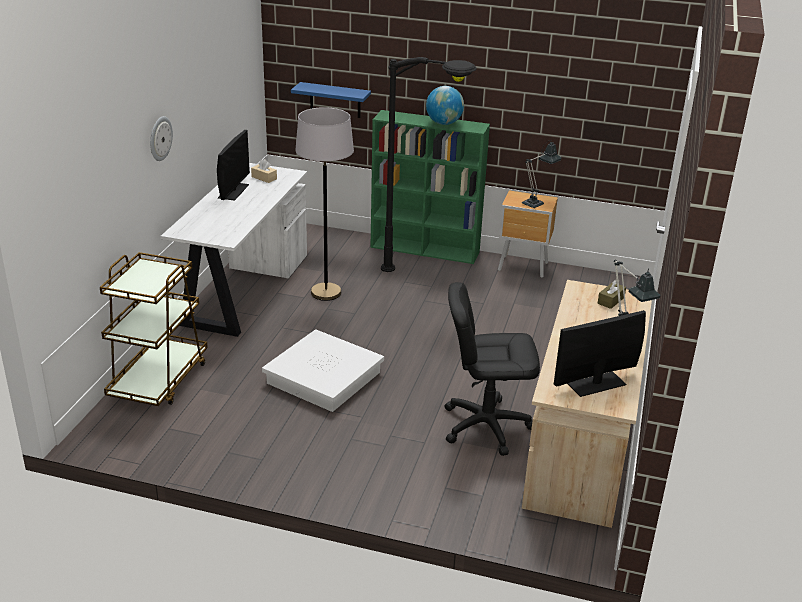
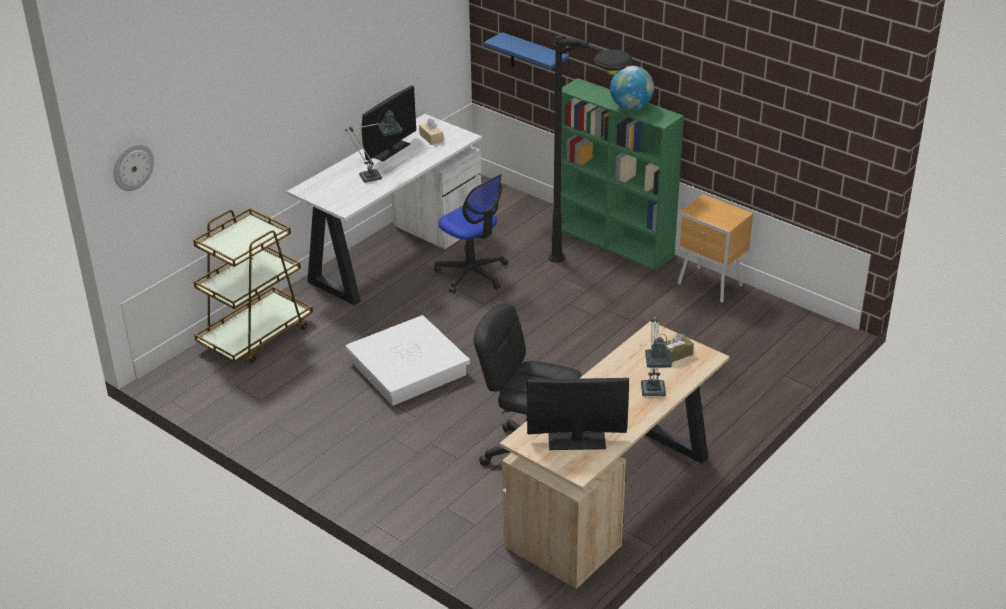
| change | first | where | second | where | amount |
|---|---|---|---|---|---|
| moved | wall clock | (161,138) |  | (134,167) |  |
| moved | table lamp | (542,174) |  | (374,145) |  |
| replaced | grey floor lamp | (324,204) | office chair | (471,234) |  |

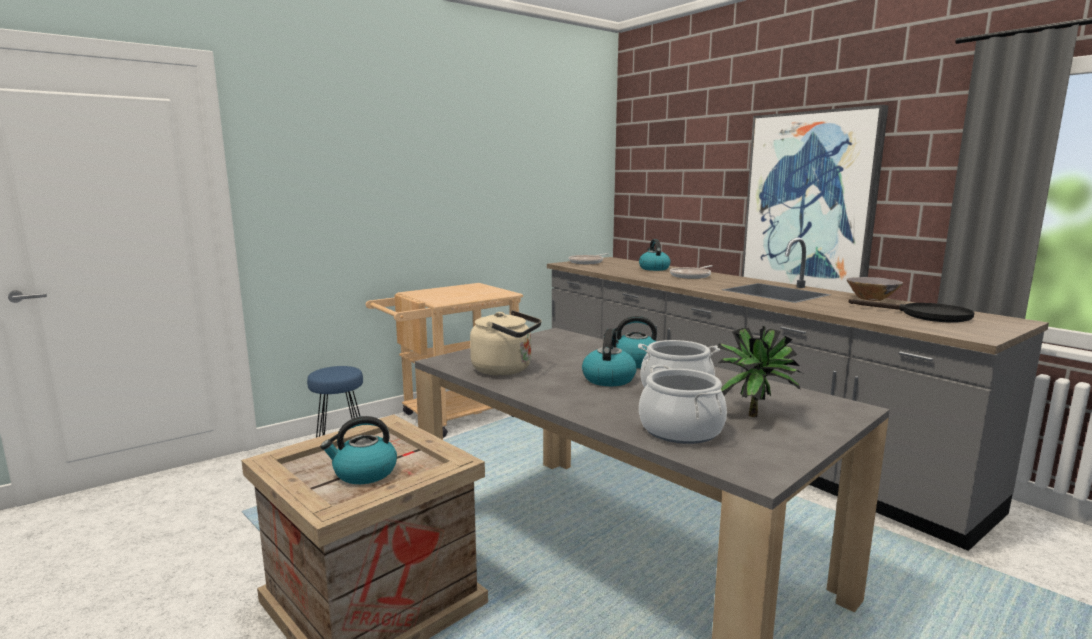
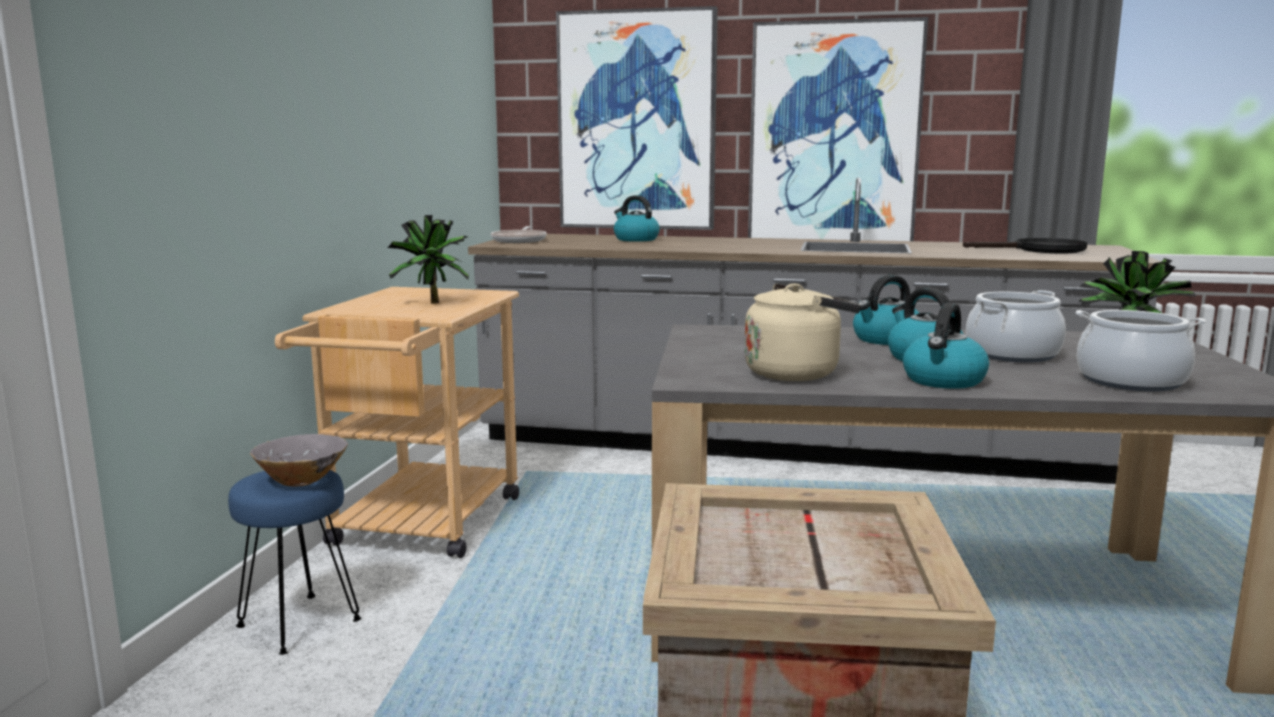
| change | first | where | second | where | amount |
|---|---|---|---|---|---|
| removed | frying pan | (691,272) |  |  |  |
| added |  |  | potted plant | (428,259) |  |
| added |  |  | picture | (637,118) |  |
| moved | kettle | (358,450) |  | (946,346) |  |
| moved | grey bowl | (875,289) |  | (299,460) |  |

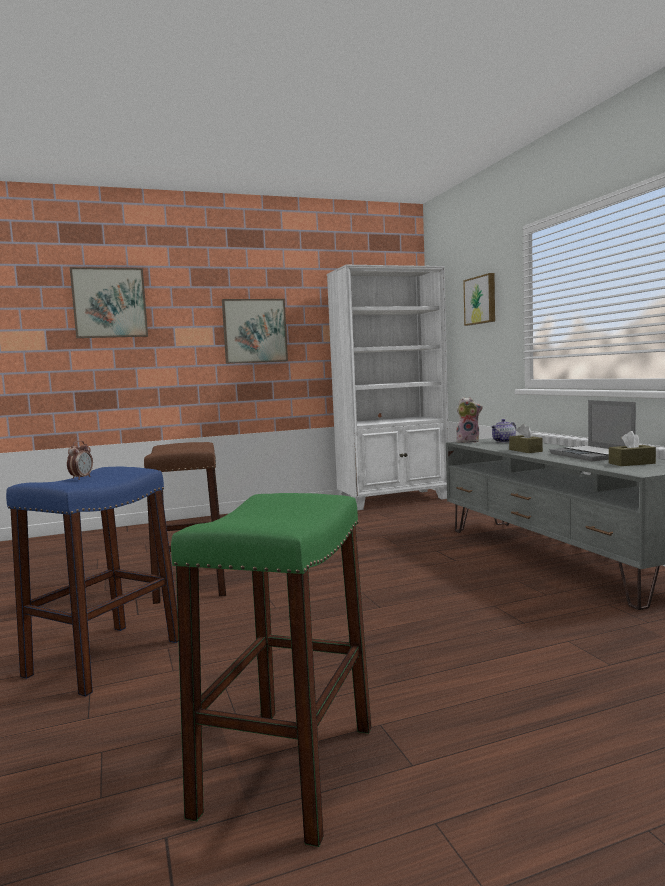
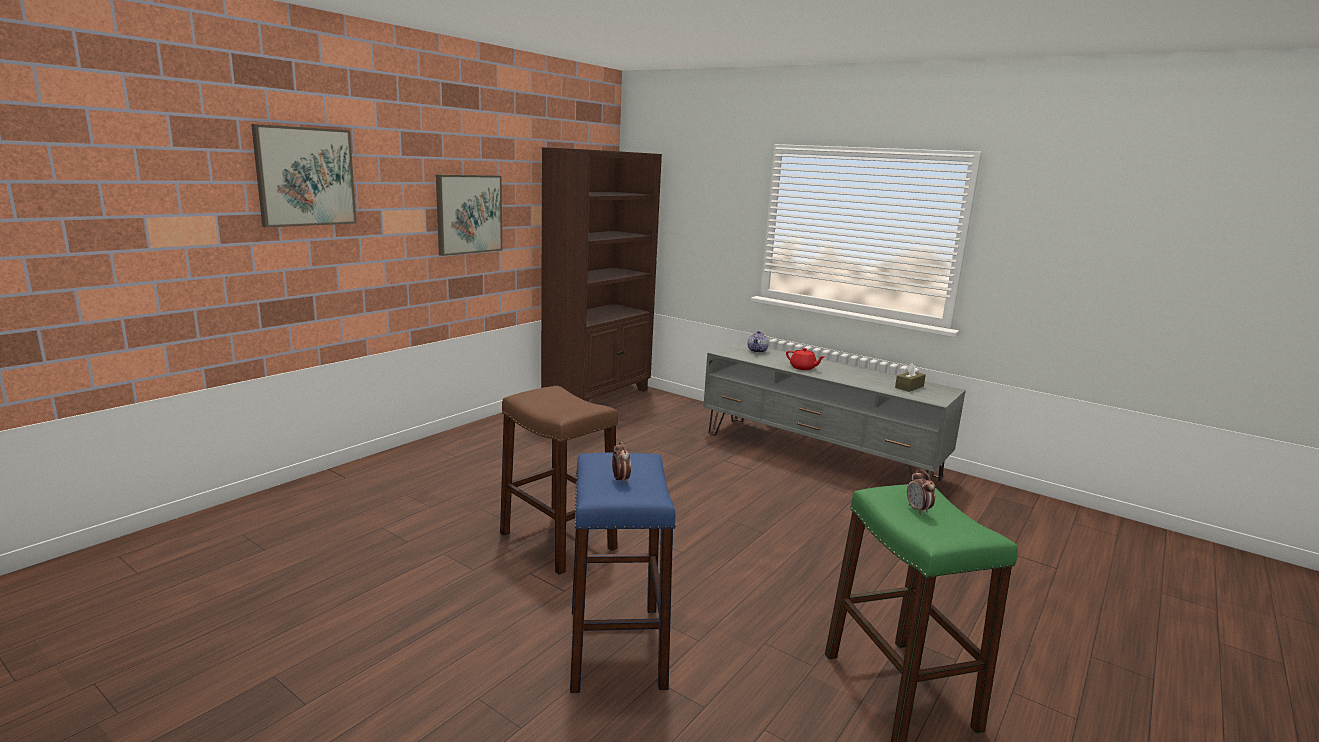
| change | first | where | second | where | amount |
|---|---|---|---|---|---|
| removed | plush toy | (469,420) |  |  |  |
| removed | picture | (479,299) |  |  |  |
| removed | laptop | (592,430) |  |  |  |
| added |  |  | alarm clock | (921,492) |  |
| replaced | brown tissue box | (526,438) | red teapot | (805,359) |  |
| recoloured | white bookcase | (388,387) | brown bookcase | (601,274) |  |

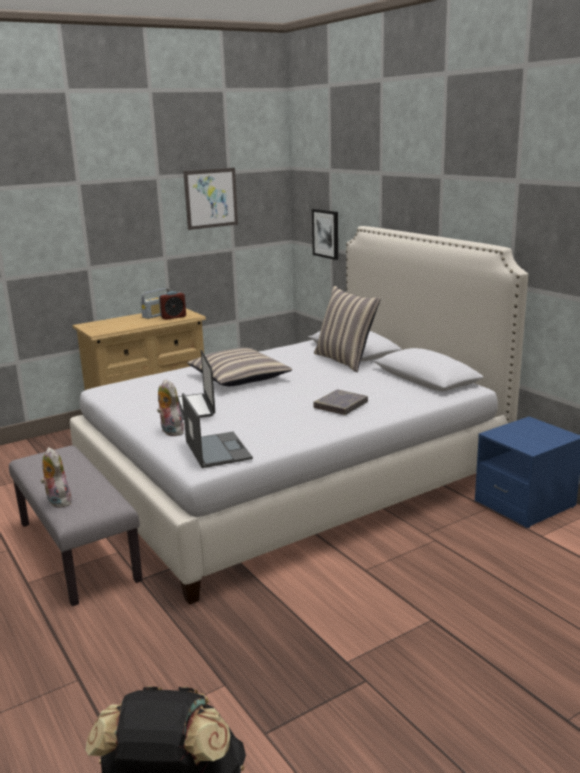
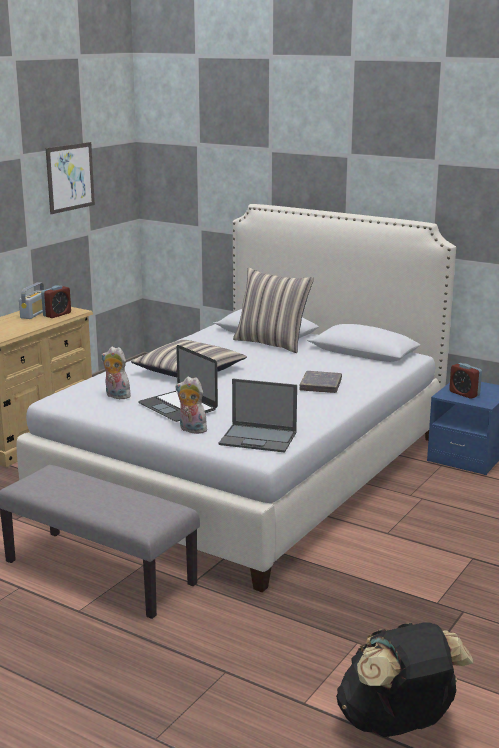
| change | first | where | second | where | amount |
|---|---|---|---|---|---|
| removed | picture | (325,234) |  |  |  |
| added |  |  | alarm clock | (465,381) |  |
| moved | plush toy | (55,477) |  | (116,372) |  |
| turned | laptop | (217,430) |  | (257,416) | 150 degrees clockwise |

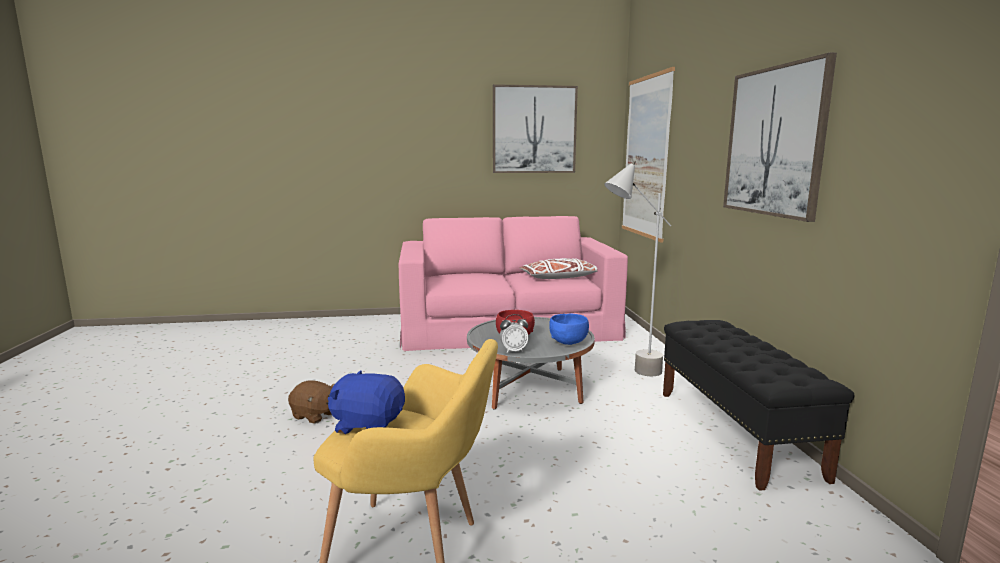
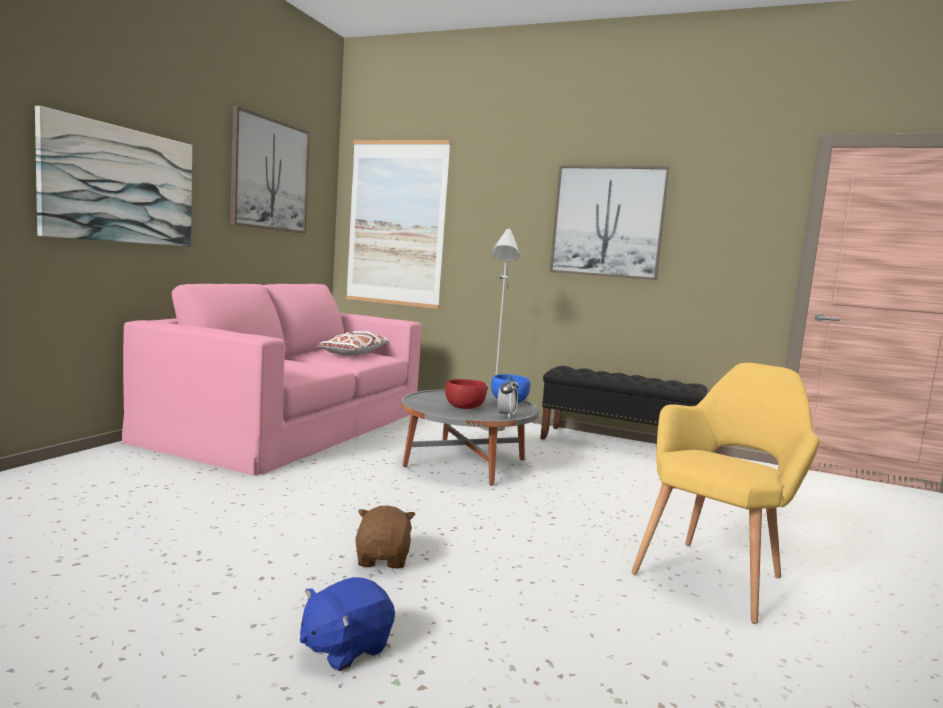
| change | first | where | second | where | amount |
|---|---|---|---|---|---|
| added |  |  | picture | (113,176) |  |
| moved | blue plush toy | (366,402) |  | (347,624) |  |
| turned | brown plush toy | (311,402) |  | (385,536) | 60 degrees counterclockwise |

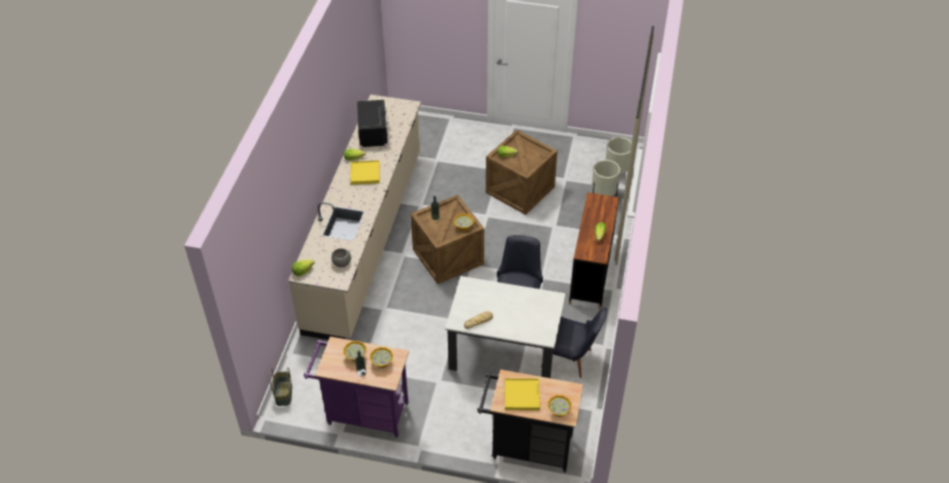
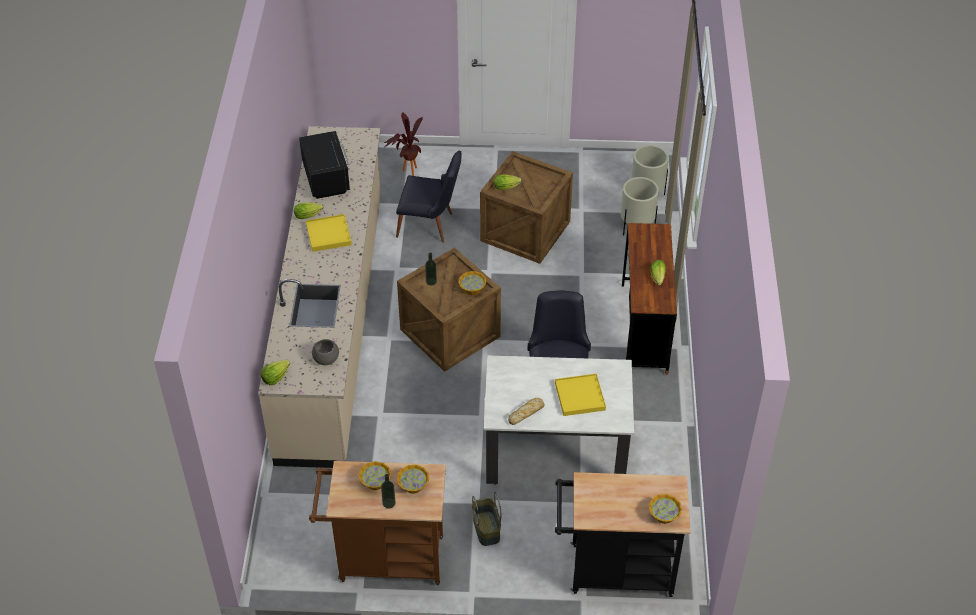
| change | first | where | second | where | amount |
|---|---|---|---|---|---|
| added |  |  | potted plant | (403,144) |  |
| moved | basket | (281,386) |  | (487,518) |  |
| moved | yellow tray | (522,394) |  | (580,395) |  |
| moved | black chair | (574,342) |  | (429,197) |  |
| recoloured | purple cart | (356,387) | brown cart | (377,523) |  |

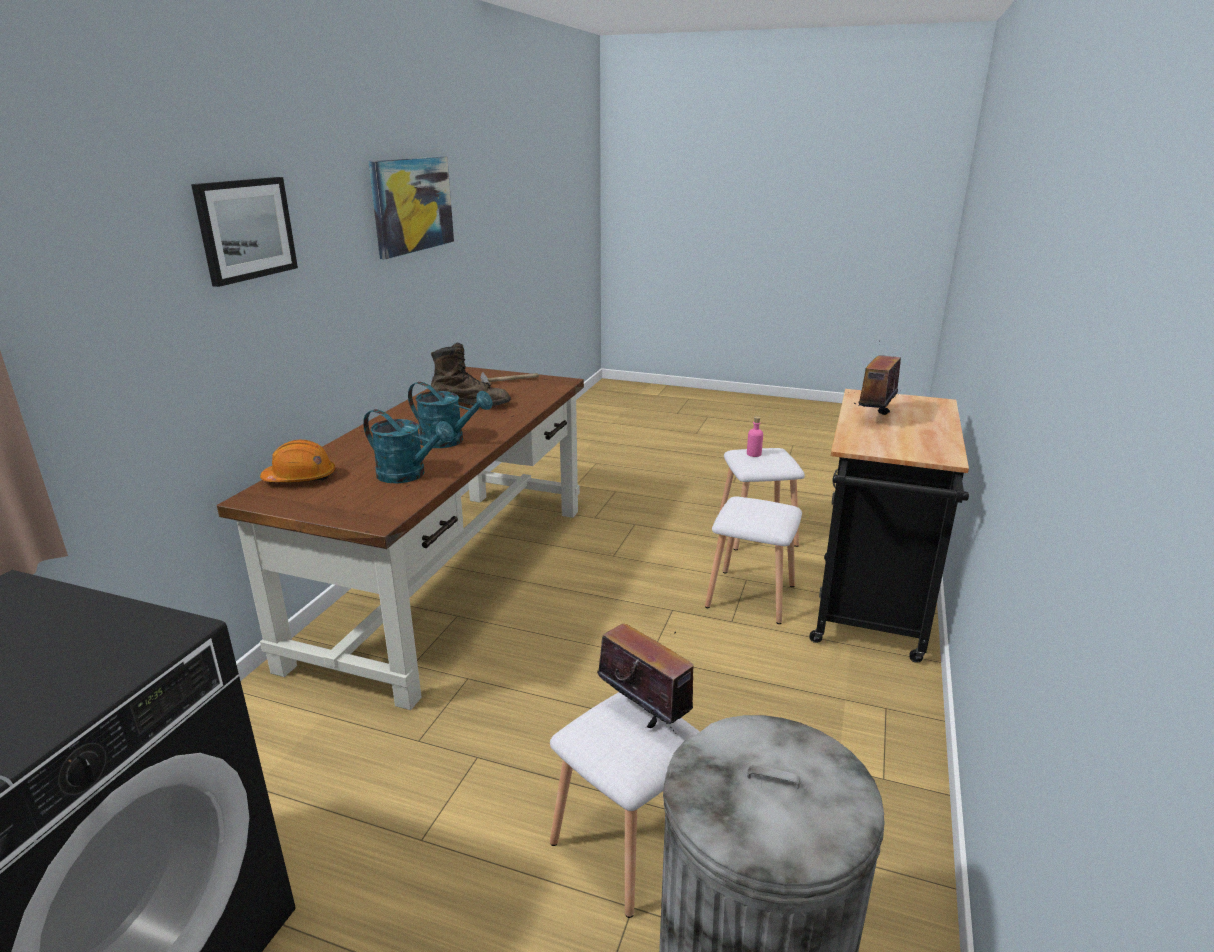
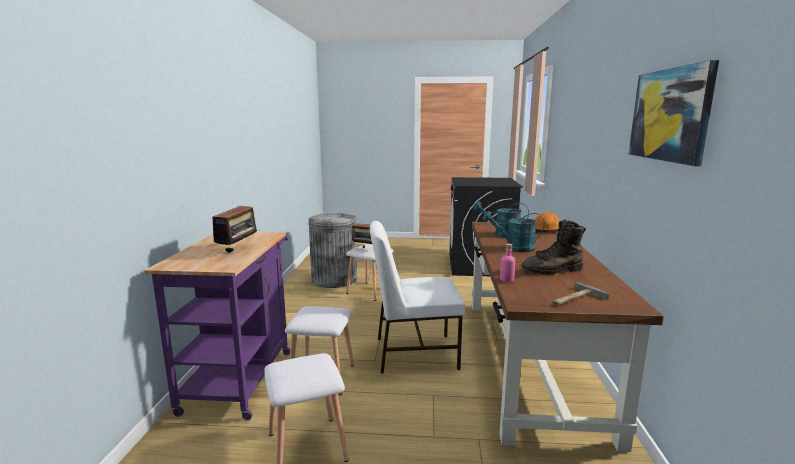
| change | first | where | second | where | amount |
|---|---|---|---|---|---|
| removed | picture | (244,232) |  |  |  |
| added |  |  | white chair | (417,297) |  |
| moved | pink bottle | (755,436) |  | (507,263) |  |
| recoloured | black cart | (889,526) | purple cart | (217,326) |  |

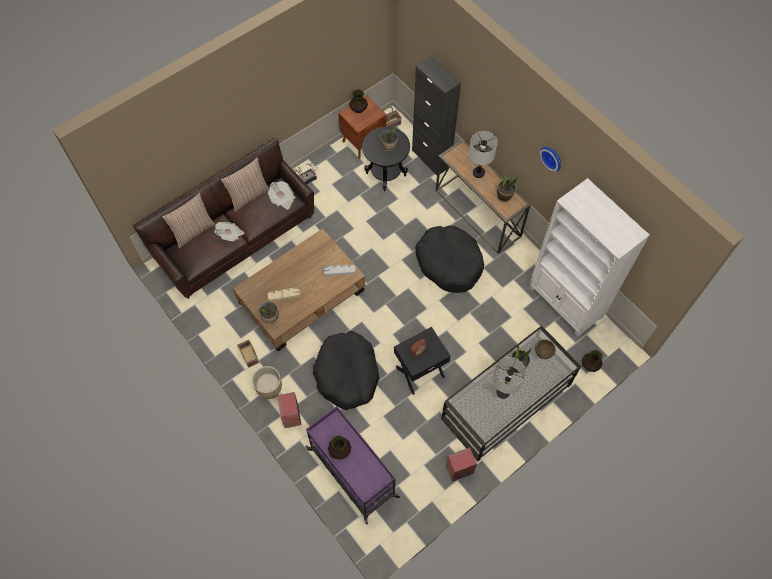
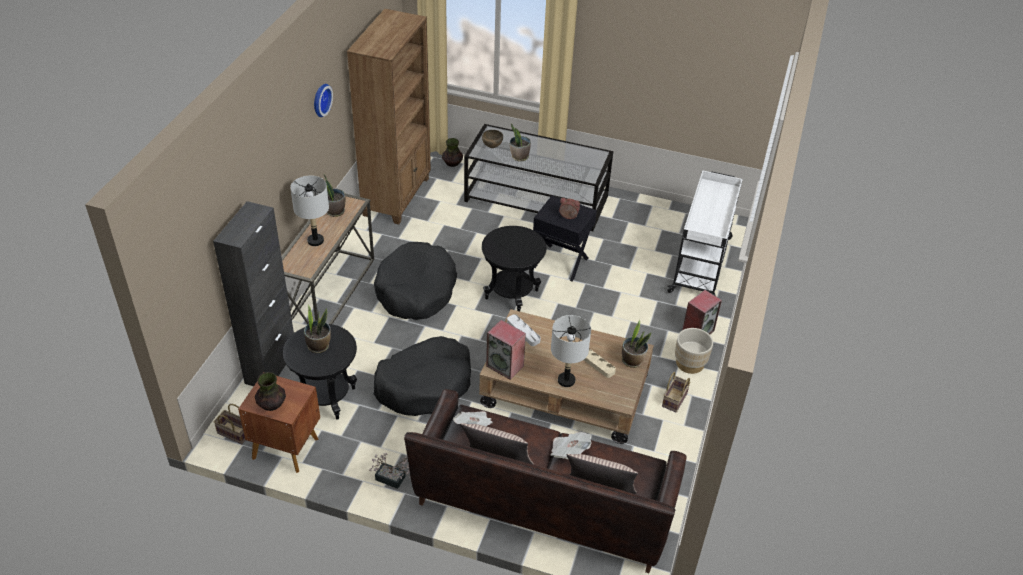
| change | first | where | second | where | amount |
|---|---|---|---|---|---|
| removed | vase | (339,447) |  |  |  |
| added |  |  | black side table | (514,268) |  |
| moved | black dog bed | (346,370) |  | (422,376) |  |
| moved | speaker | (461,464) |  | (506,350) |  |
| moved | grey table lamp | (509,378) |  | (571,351) |  |
| recoloured | purple cart | (352,465) | white cart | (705,233) |  |
| recoloured | white bookcase | (589,257) | brown bookcase | (389,116) |  |

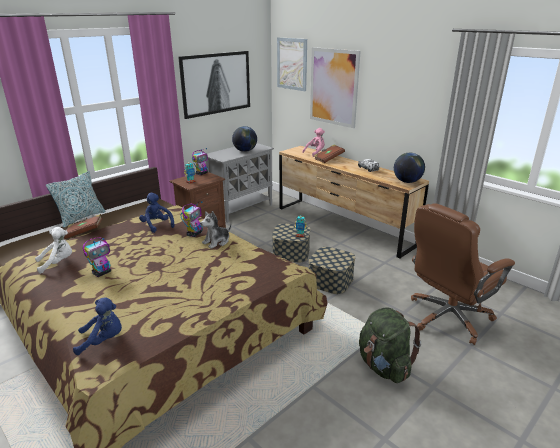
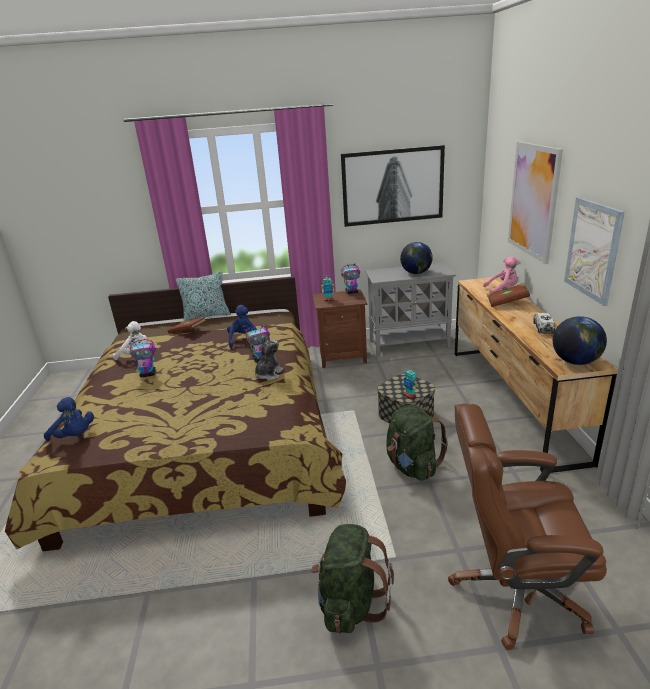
| change | first | where | second | where | amount |
|---|---|---|---|---|---|
| moved | picture | (292,64) |  | (594,251) |  |
| replaced | storage box | (331,270) | green backpack | (417,443) |  |
| turned | plush toy | (215,229) |  | (269,358) | 120 degrees clockwise |

